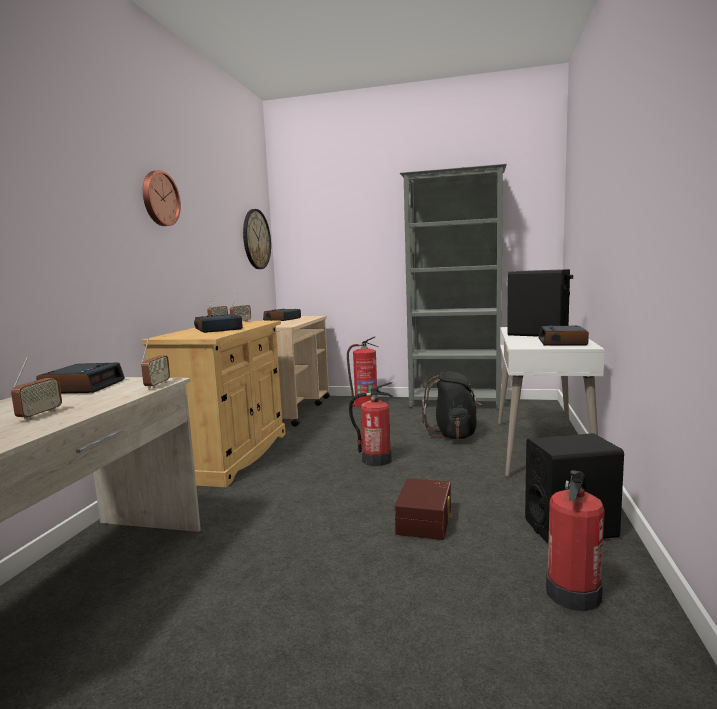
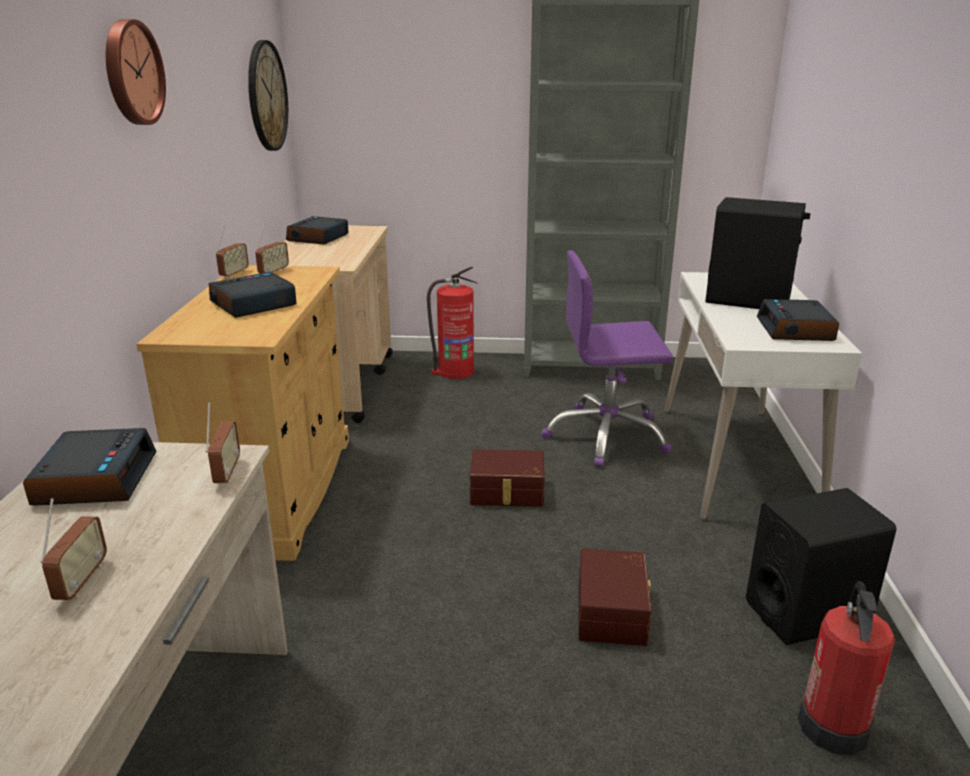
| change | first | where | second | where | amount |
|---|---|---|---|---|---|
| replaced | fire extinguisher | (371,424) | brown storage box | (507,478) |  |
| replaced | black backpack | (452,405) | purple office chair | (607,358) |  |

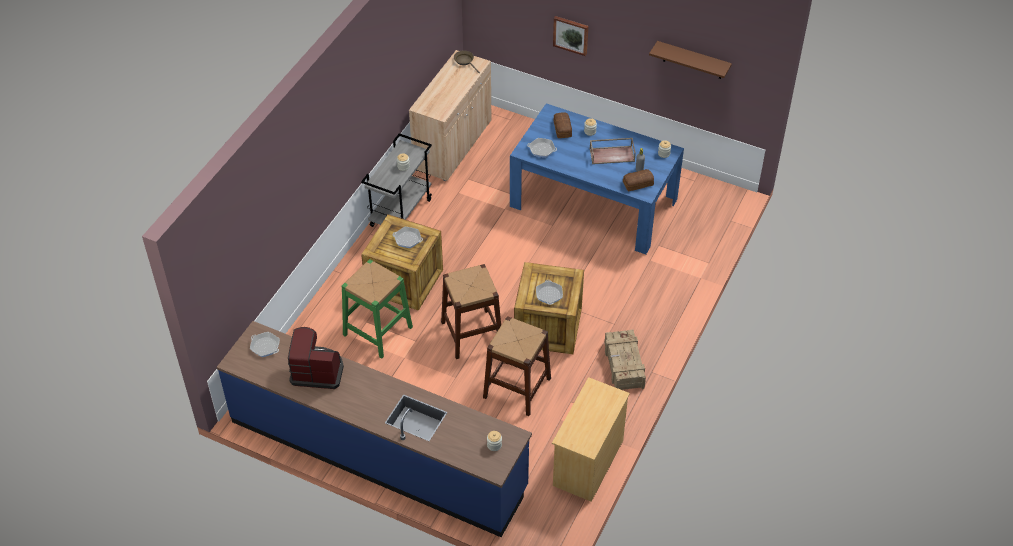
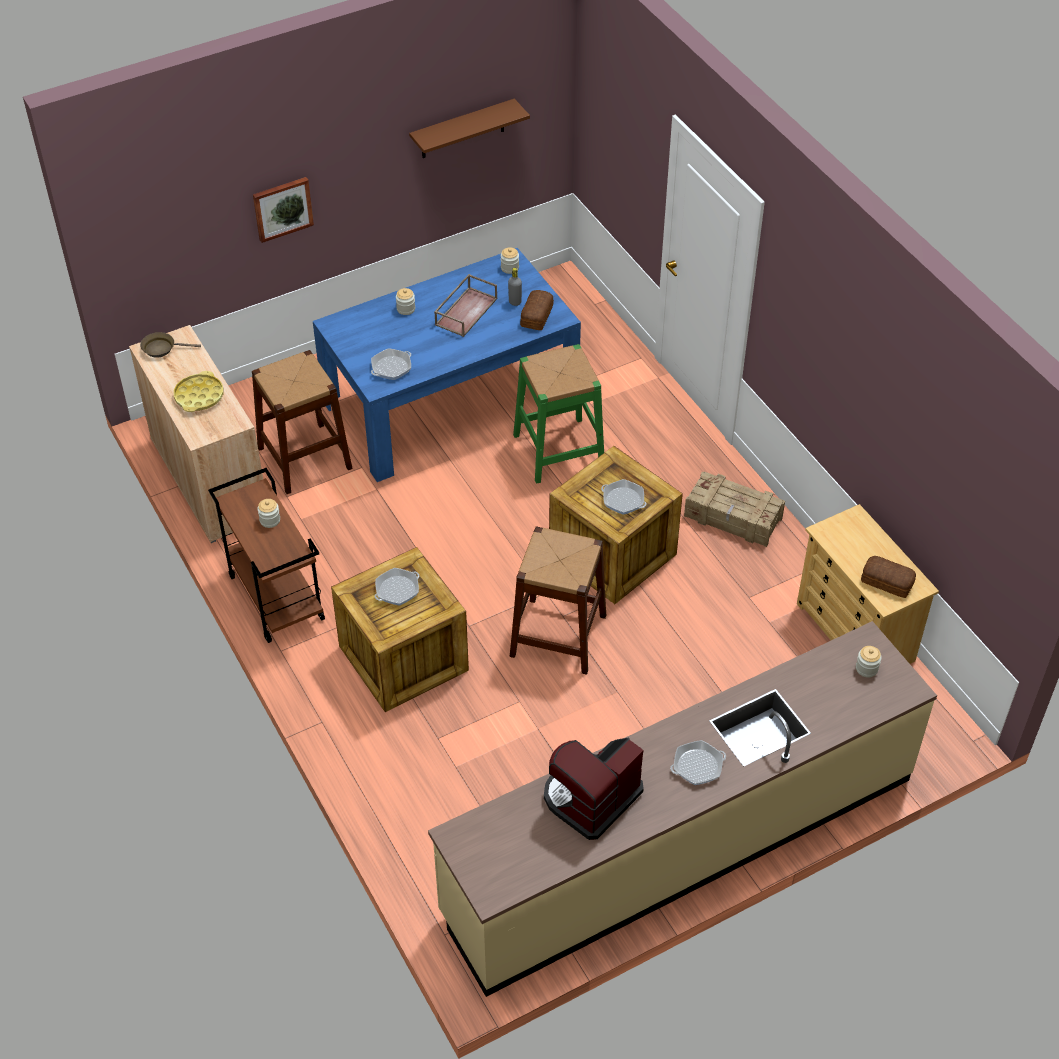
| change | first | where | second | where | amount |
|---|---|---|---|---|---|
| added |  |  | yellow tray | (198,391) |  |
| moved | frying pan | (265,344) |  | (698,762) |  |
| moved | green stool | (377,309) |  | (558,414) |  |
| moved | brown stool | (517,366) |  | (302,422) |  |
| moved | bread | (562,125) |  | (888,577) |  |
| recoloured | blue counter | (374,429) | beige counter | (682,809) |  |
| recoloured | grey cart | (396,180) | brown cart | (266,555) |  |

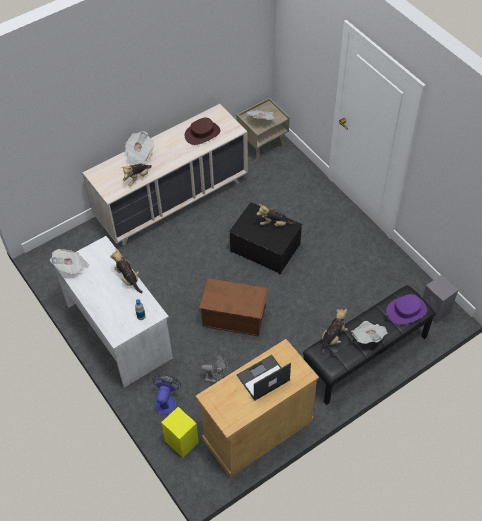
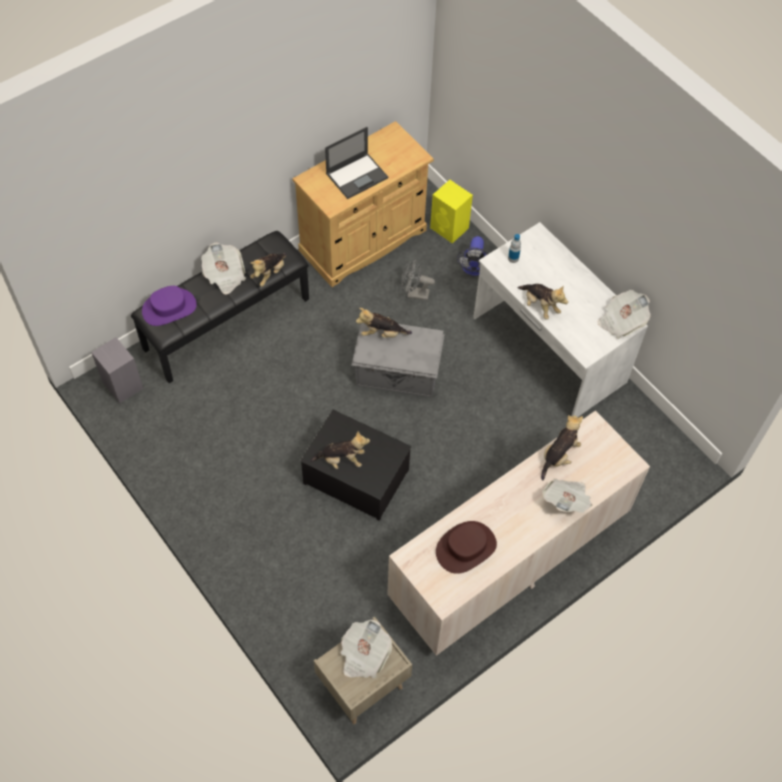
| change | first | where | second | where | amount |
|---|---|---|---|---|---|
| added |  |  | plush toy | (384,323) |  |
| recoloured | brown storage box | (233,307) | grey storage box | (398,360) |  |

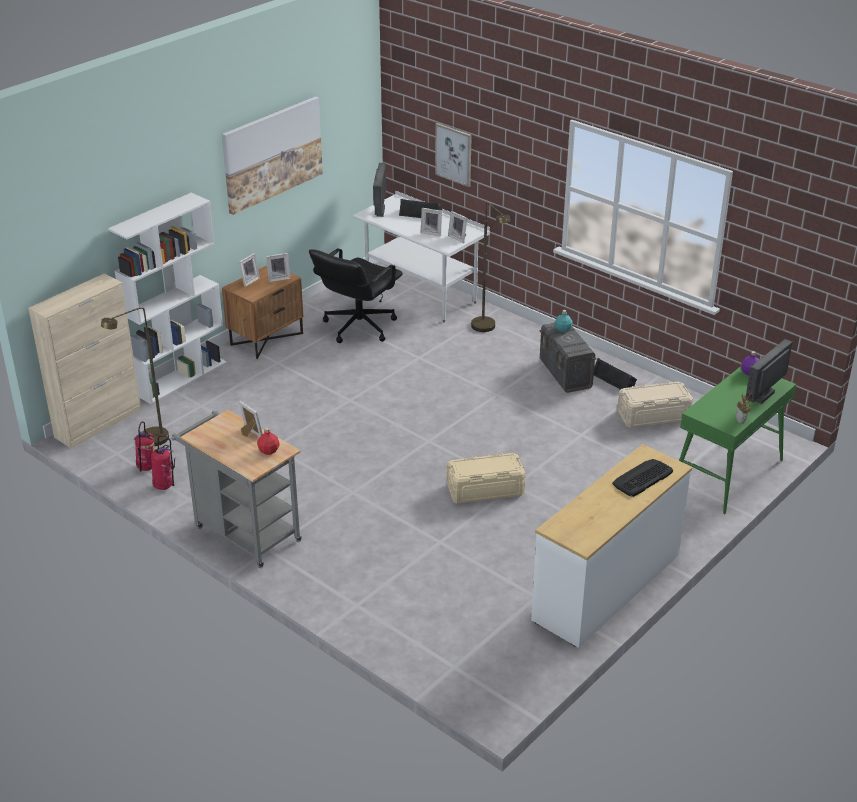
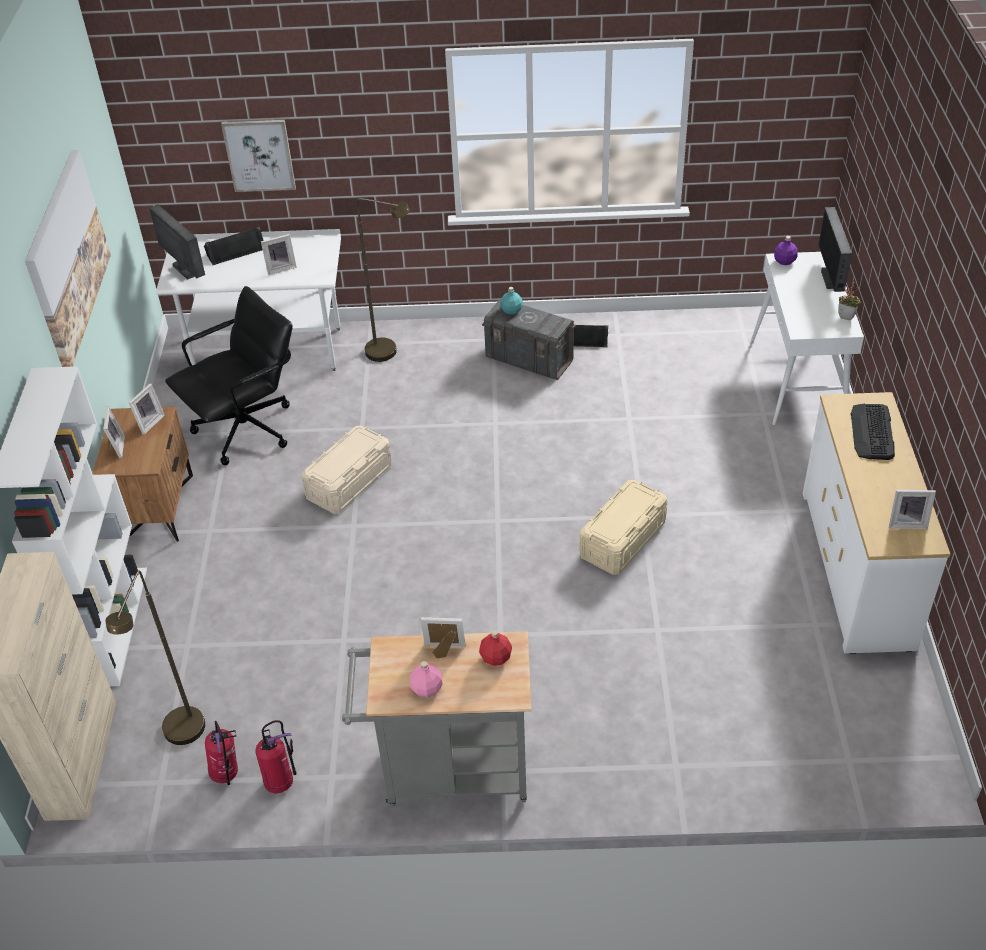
| change | first | where | second | where | amount |
|---|---|---|---|---|---|
| added |  |  | pink bottle | (426,679) |  |
| moved | picture frame | (457,227) |  | (912,509) |  |
| moved | beige storage box | (655,405) |  | (346,469) |  |
| recoloured | green console table | (737,440) | white console table | (807,338) |  |
| turned | black office chair | (356,295) |  | (229,375) | 120 degrees counterclockwise |

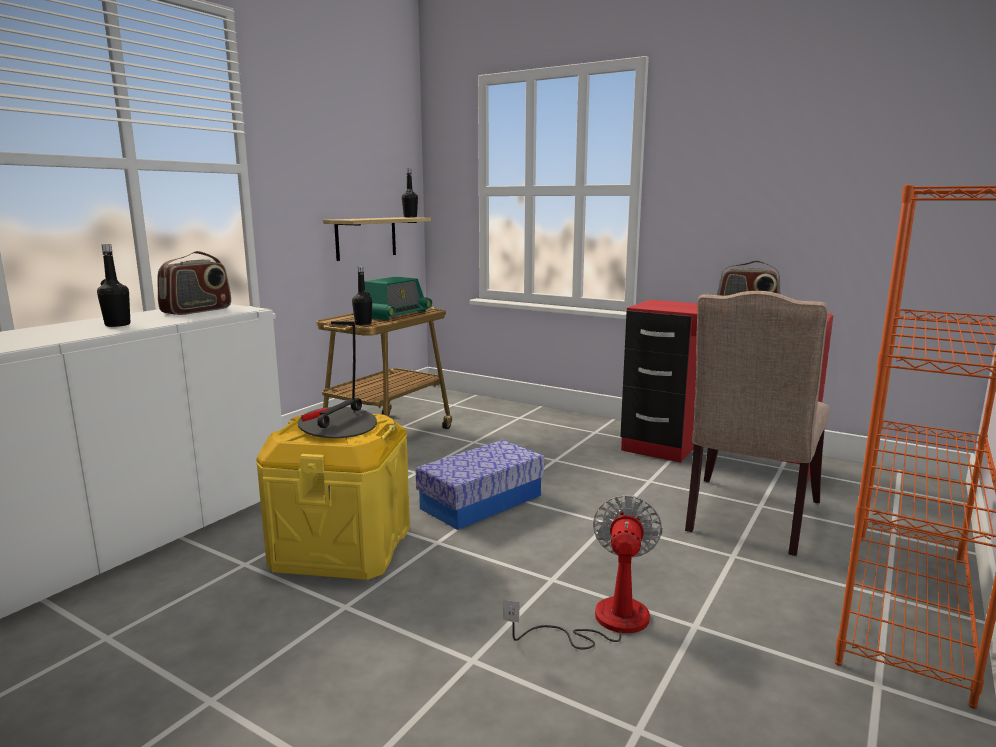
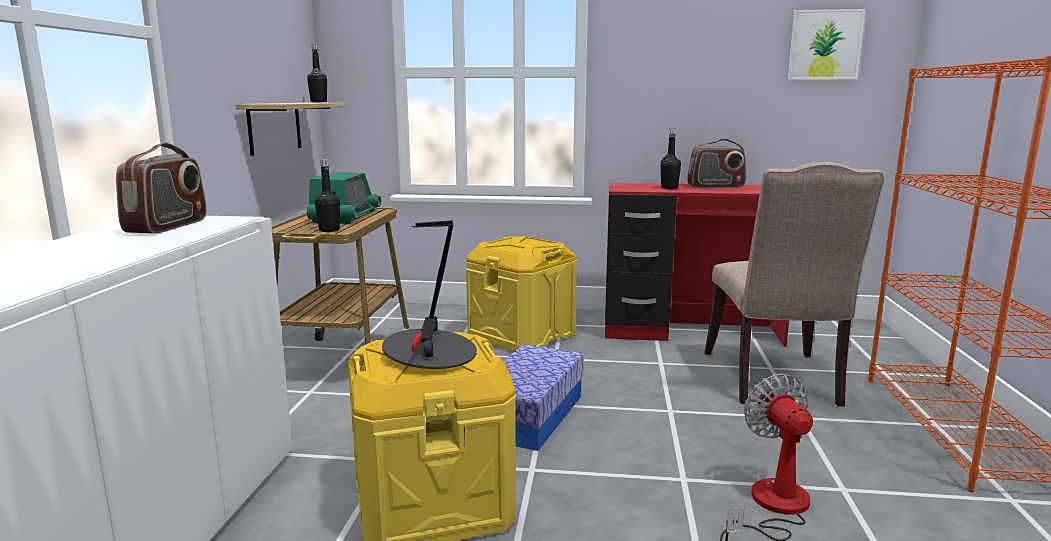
| change | first | where | second | where | amount |
|---|---|---|---|---|---|
| added |  |  | yellow storage box | (521,294) |  |
| added |  |  | picture | (827,44) |  |
| moved | black bottle | (113,285) |  | (670,159) |  |

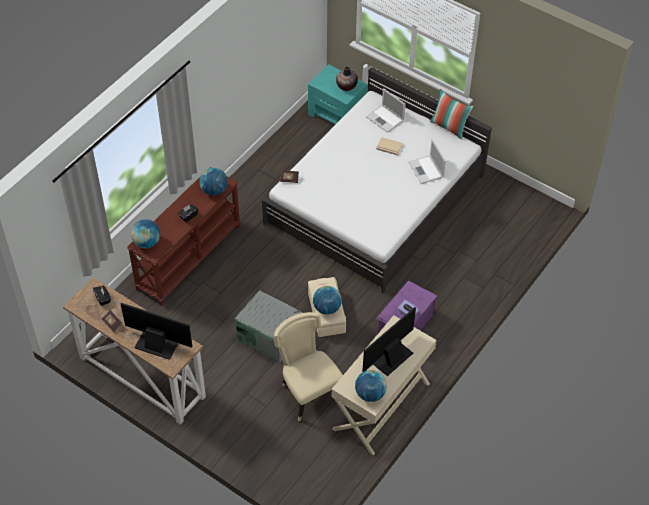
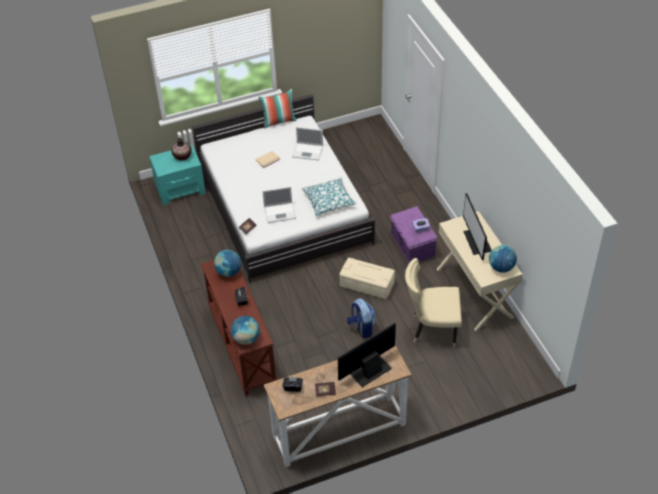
| change | first | where | second | where | amount |
|---|---|---|---|---|---|
| removed | globe | (327,300) |  |  |  |
| added |  |  | pillow | (328,196) |  |
| moved | laptop | (386,110) |  | (279,204) |  |
| replaced | grey storage box | (269,326) | backpack | (361,318) |  |

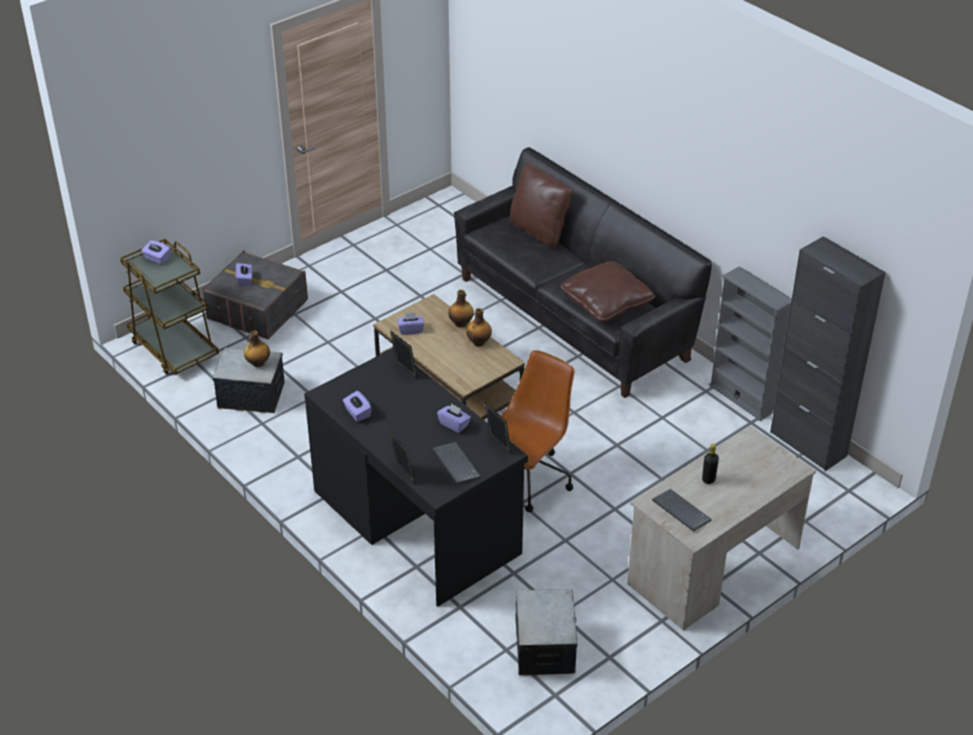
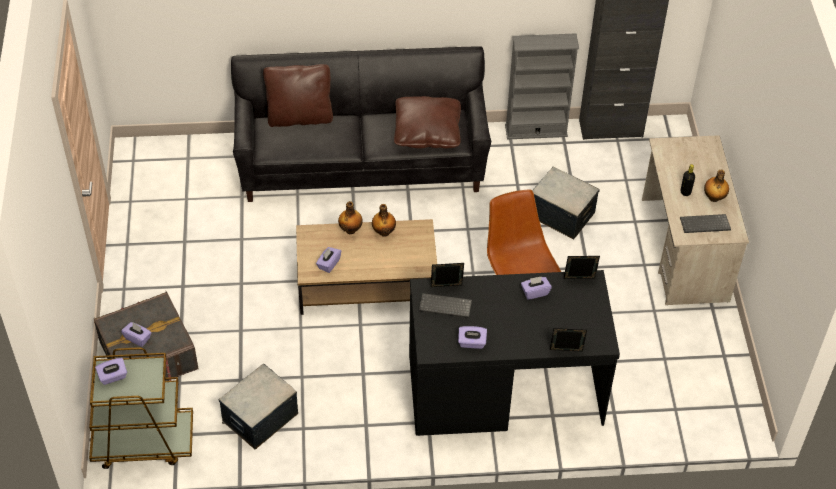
| change | first | where | second | where | amount |
|---|---|---|---|---|---|
| moved | bottle | (257,348) |  | (716,186) |  |
| moved | keyboard | (456,463) |  | (445,305) |  |
| moved | storage box | (546,632) |  | (566,203) |  |

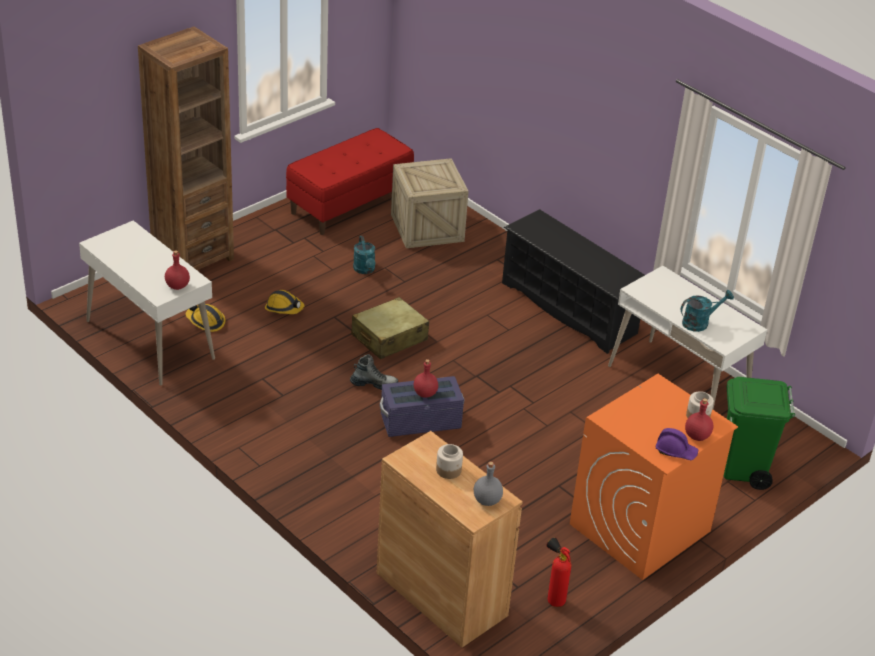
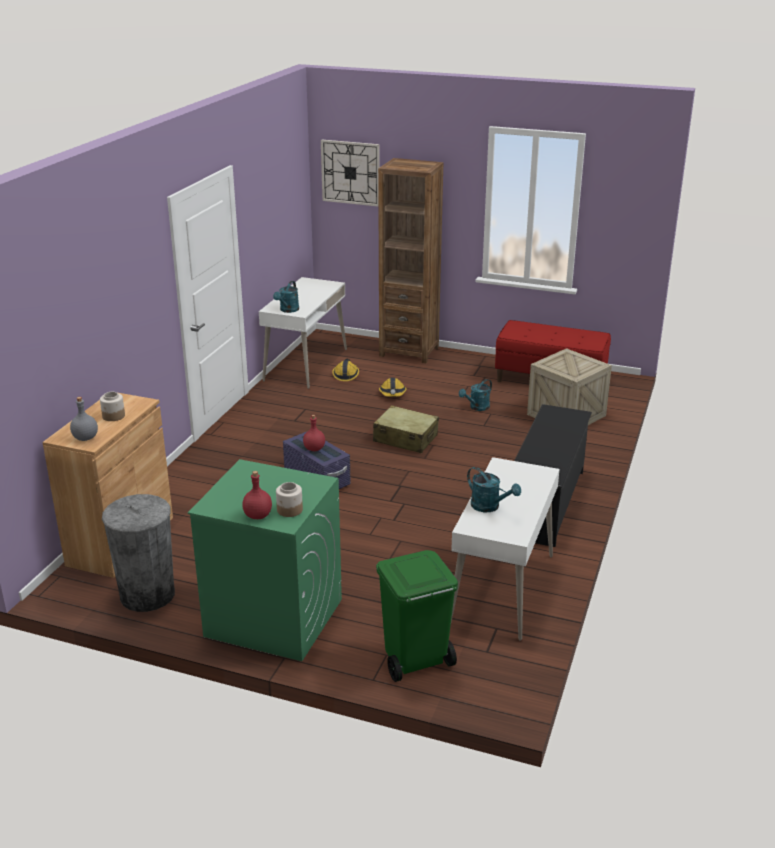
| change | first | where | second | where | amount |
|---|---|---|---|---|---|
| removed | boot | (374,372) |  |  |  |
| removed | purple hard hat | (676,444) |  |  |  |
| added |  |  | wall clock | (350,173) |  |
| replaced | red bottle | (177,270) | turquoise watering can | (286,297) |  |
| replaced | fire extinguisher | (558,572) | grey trash can | (138,553) |  |
| recoloured | orange washing machine | (654,477) | green washing machine | (265,560) |  |

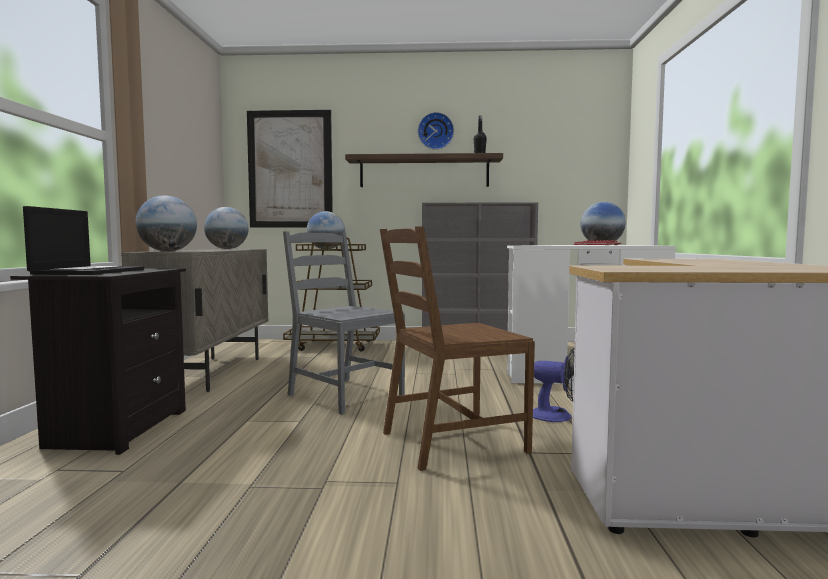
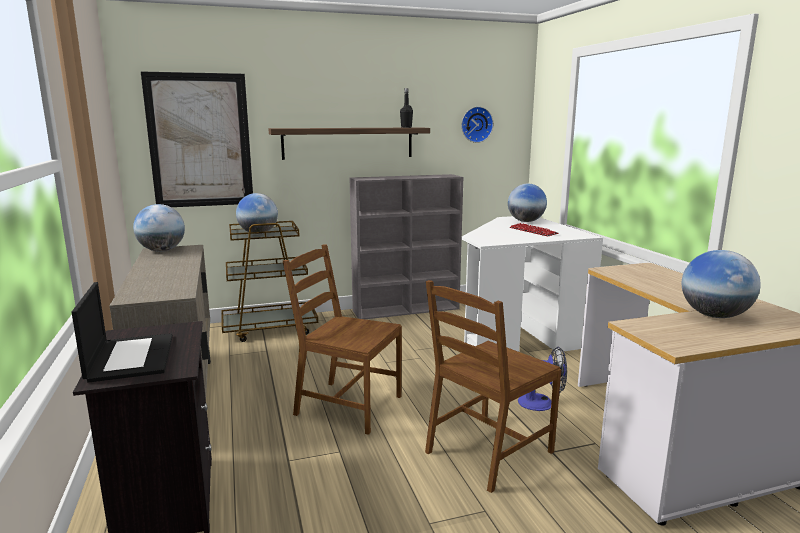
| change | first | where | second | where | amount |
|---|---|---|---|---|---|
| moved | globe | (166,223) |  | (721,284) |  |
| moved | wall clock | (436,131) |  | (477,125) |  |
| recoloured | grey chair | (344,323) | brown chair | (342,339) |  |

